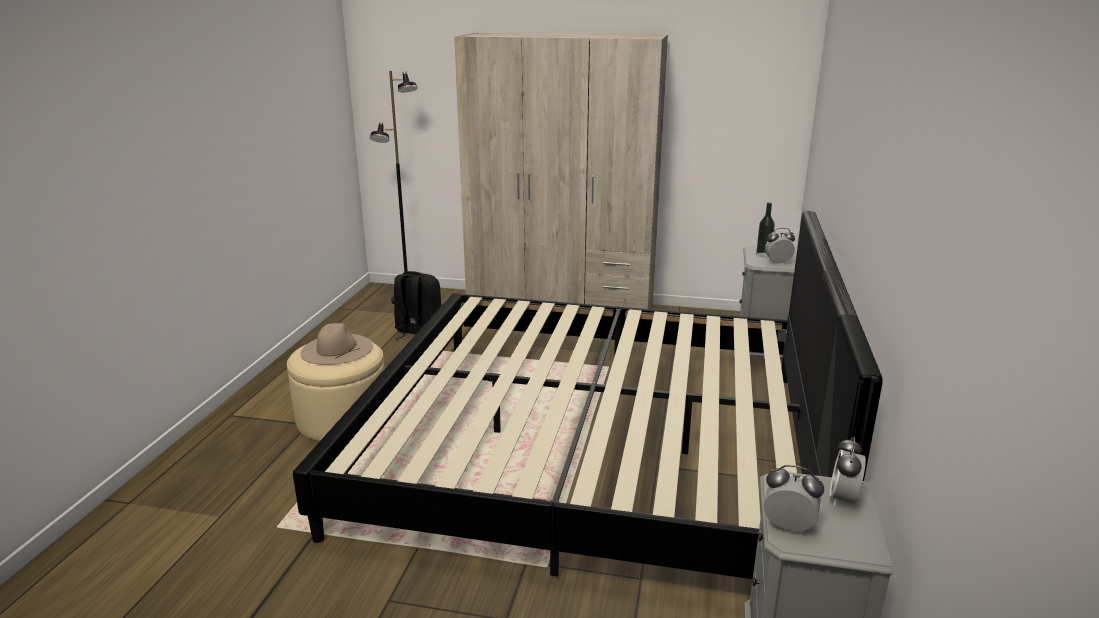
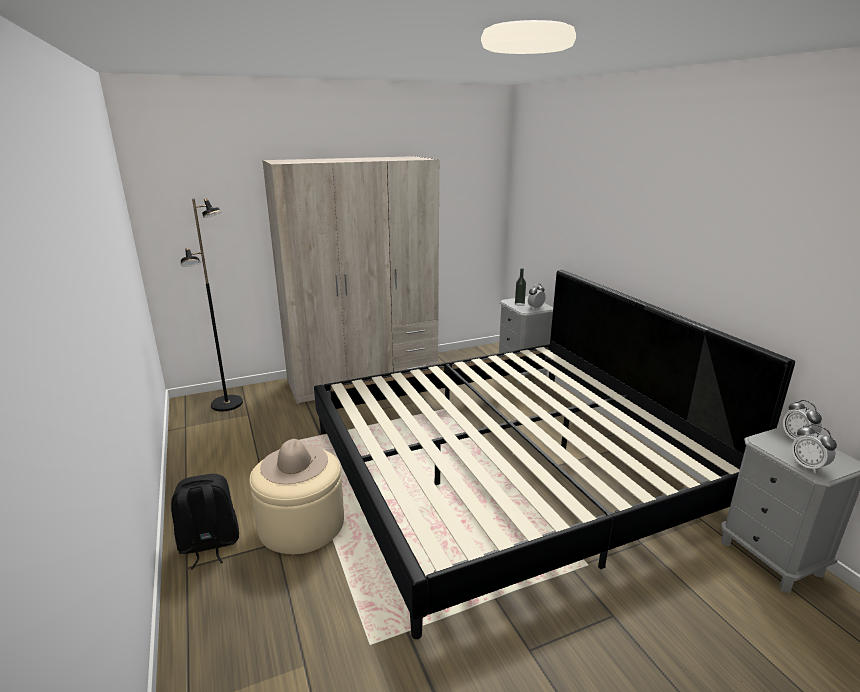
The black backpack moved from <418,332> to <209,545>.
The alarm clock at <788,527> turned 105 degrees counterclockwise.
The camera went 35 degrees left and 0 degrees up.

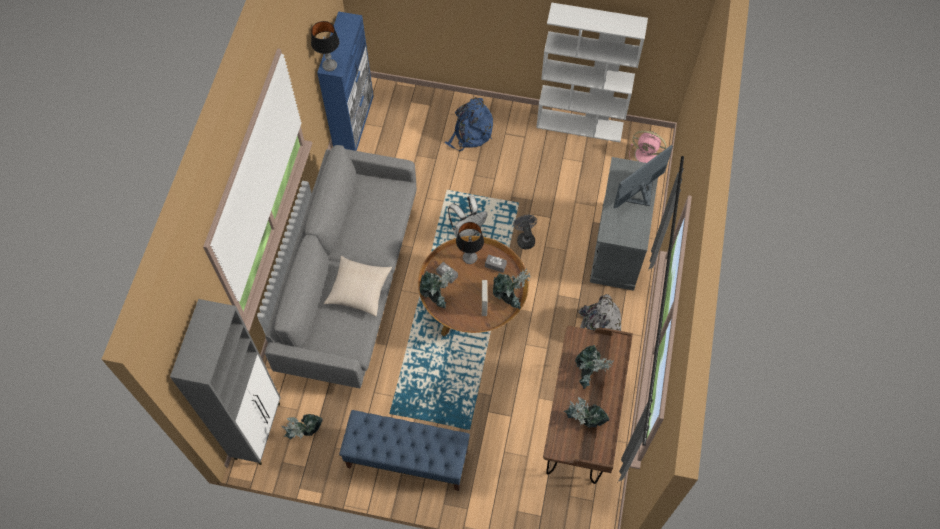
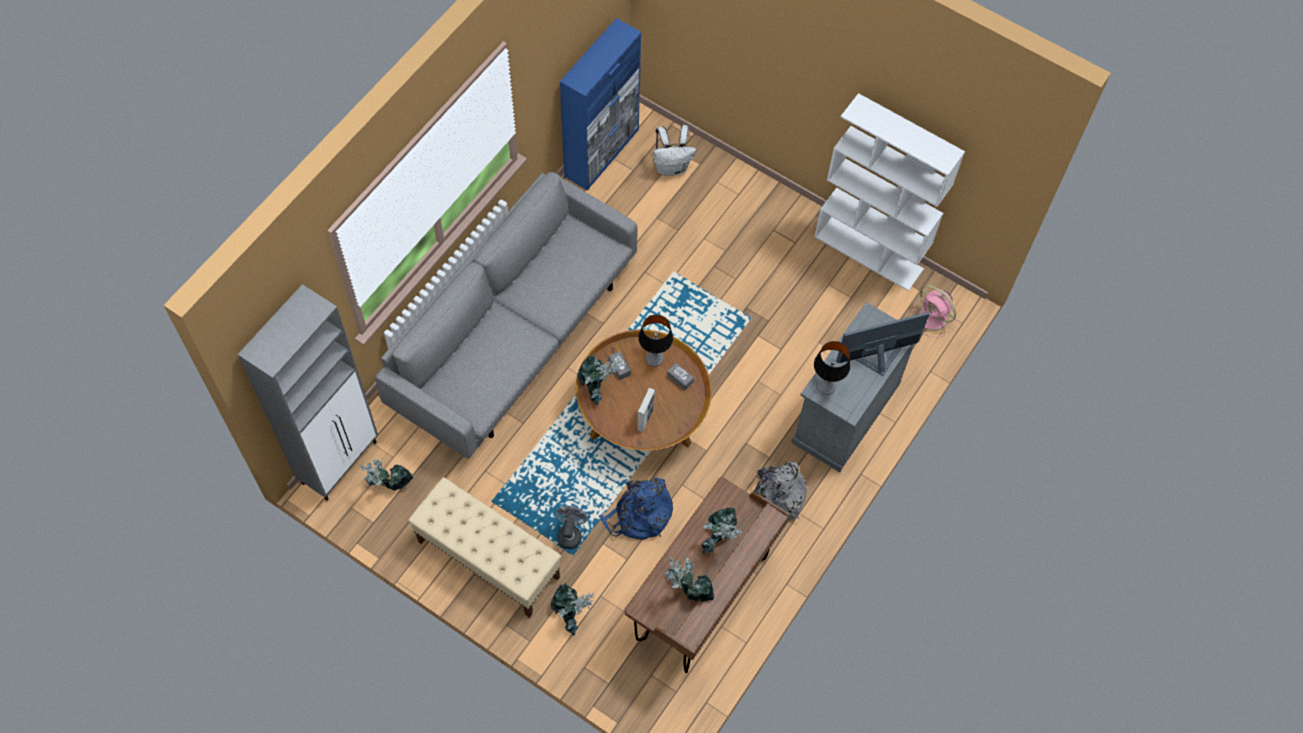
The table lamp moved from <329,65> to <826,386>.
The beige pillow at <359,290> disappeared.
The blue bench at <407,459> became the beige bench at <488,559>.
The blue backpack moved from <470,133> to <639,515>.
The white backpack moved from <467,231> to <672,167>.
The potted plant moved from <509,297> to <571,615>.
The grey fan moved from <525,238> to <570,533>.
The camera went 20 degrees right and 0 degrees up.

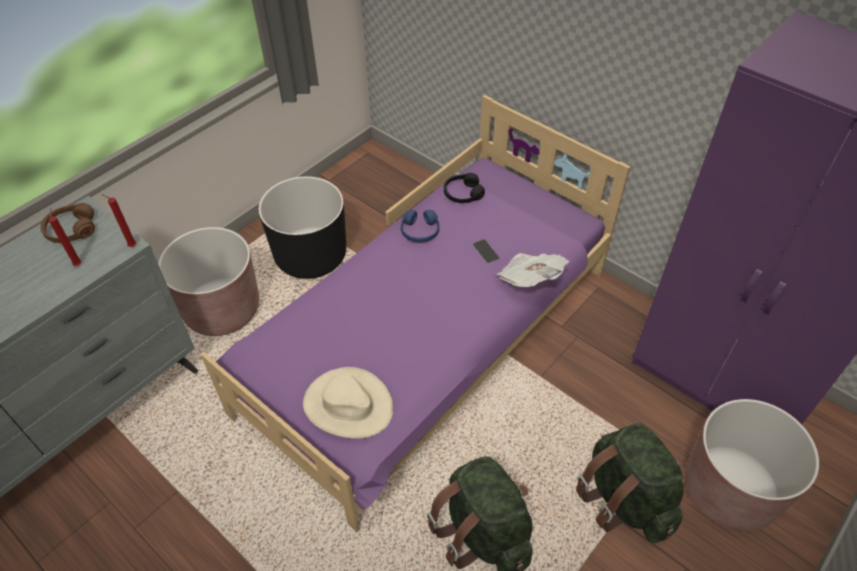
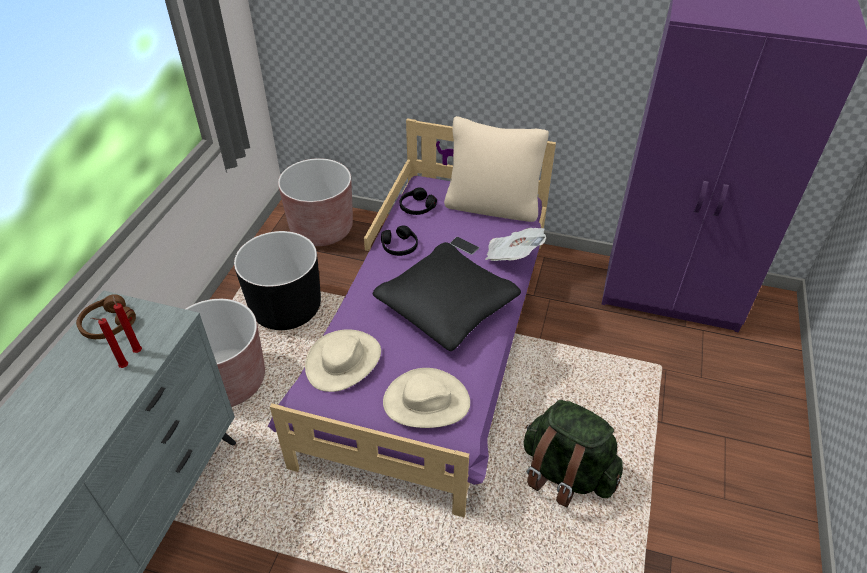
The red candle moved from <131,246> to <122,367>.
The blue headphones at <420,231> became the black headphones at <399,246>.
The green backpack at <625,499> disappeared.
The brown planter moved from <729,490> to <321,229>.
The beige hat at <344,361> appeared.
The black pillow at <447,307> appeared.
The beige pillow at <492,206> appeared.
The camera went 25 degrees left and 5 degrees down.

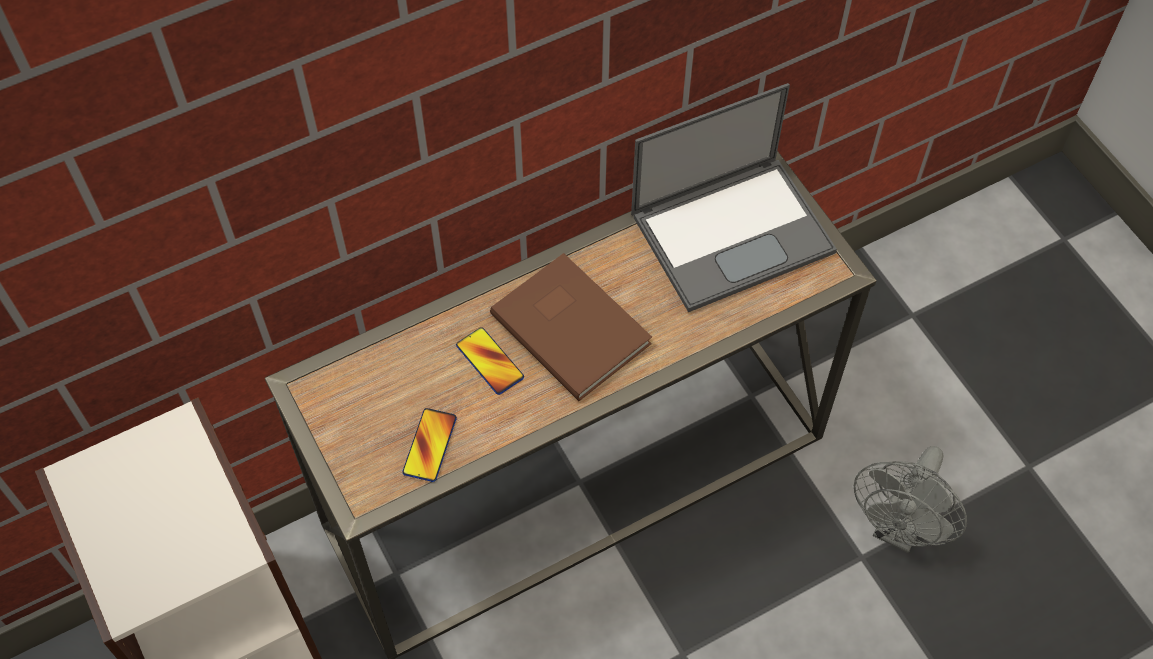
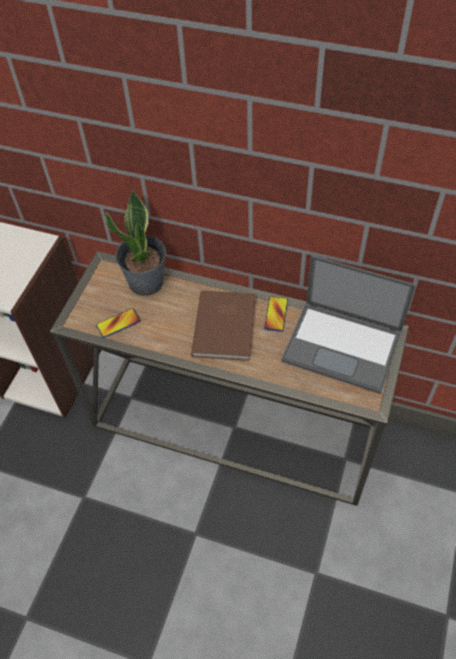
The phone moved from <490,361> to <276,314>.
The grey fan at <898,529> disappeared.
The potted plant at <146,282> appeared.
The camera went 50 degrees right and 5 degrees down.

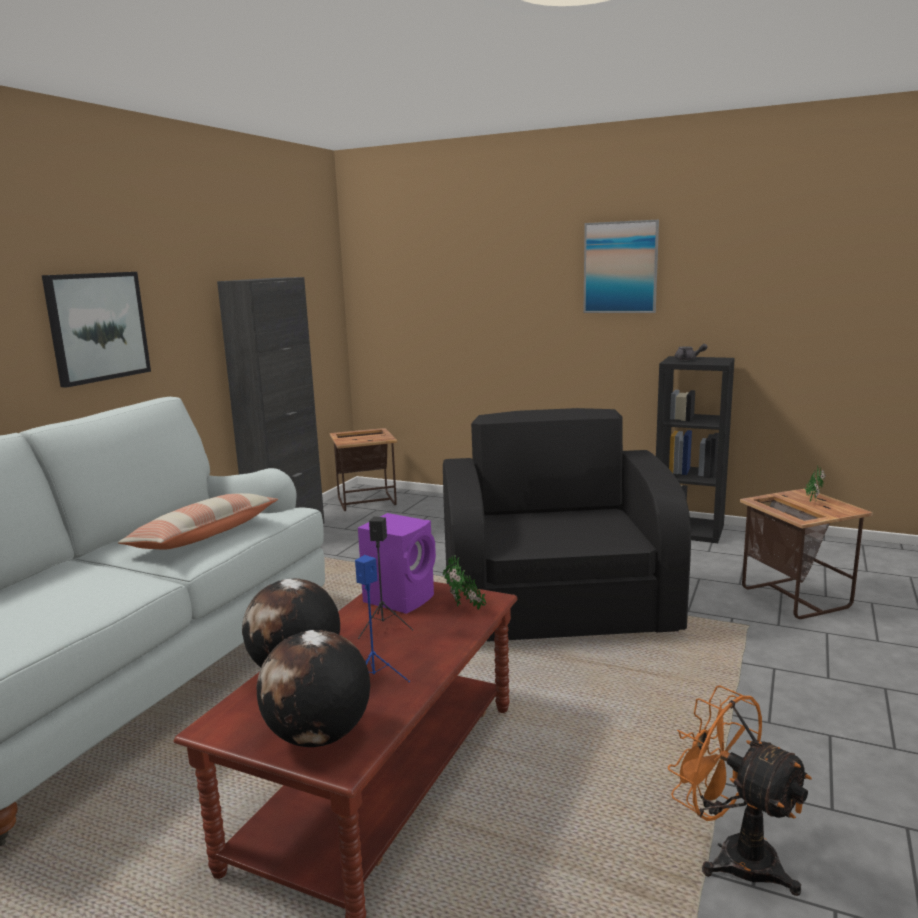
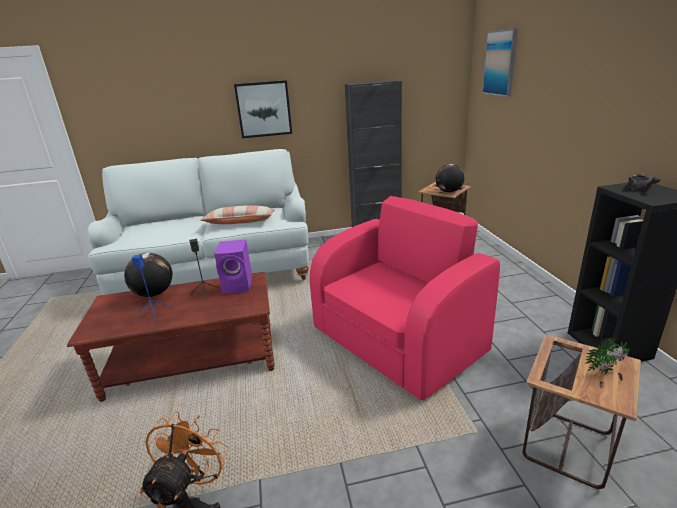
The globe moved from <318,737> to <449,192>.
The black armchair at <558,609> became the pink armchair at <398,341>.
The potted plant at <464,608> disappeared.
The picture moved from <620,267> to <500,63>.
The camera went 55 degrees right and 10 degrees up.

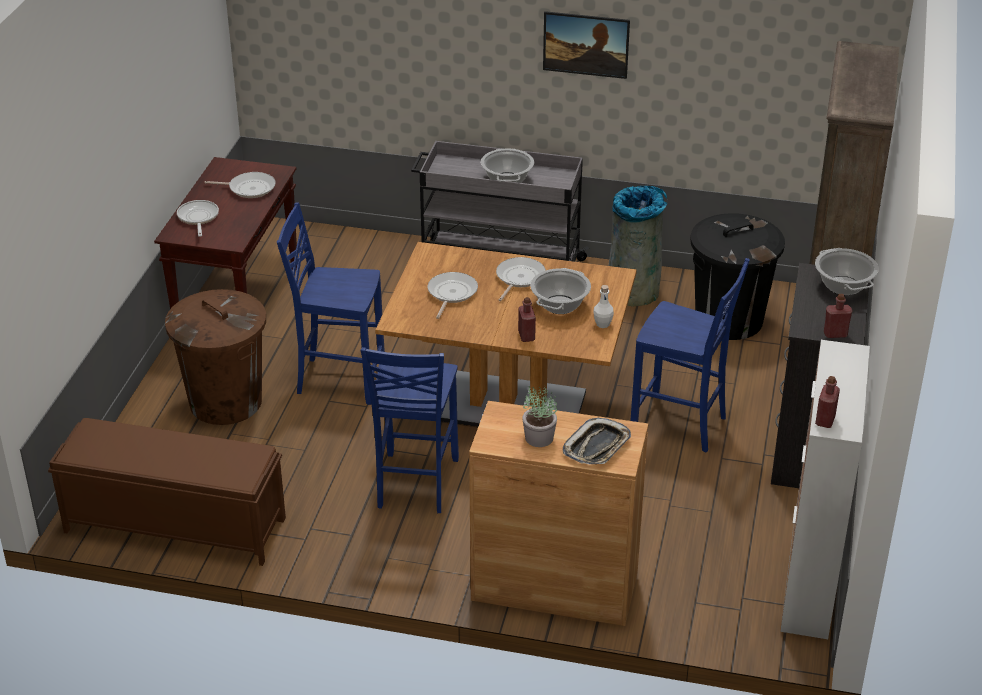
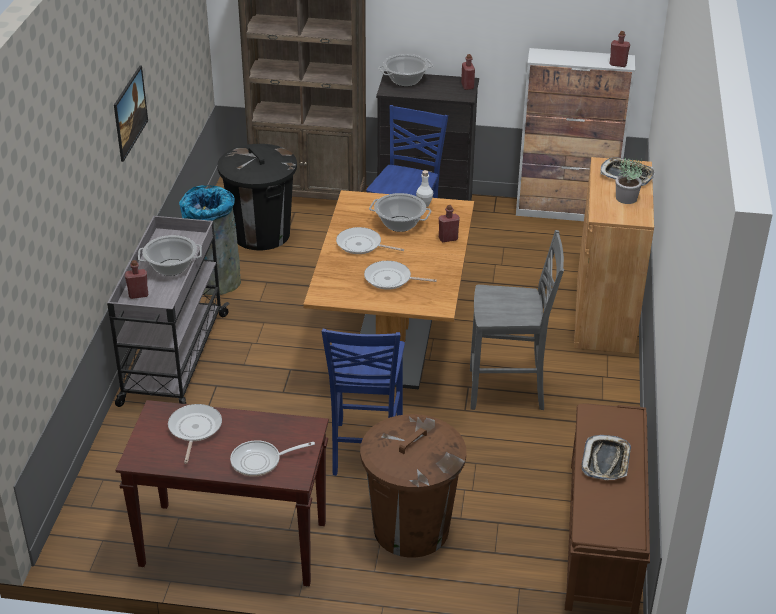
The blue chair at <415,484> became the grey chair at <508,391>.
The red bottle at <138,295> appeared.
The tray at <606,461> appeared.
The camera went 95 degrees left and 0 degrees up.

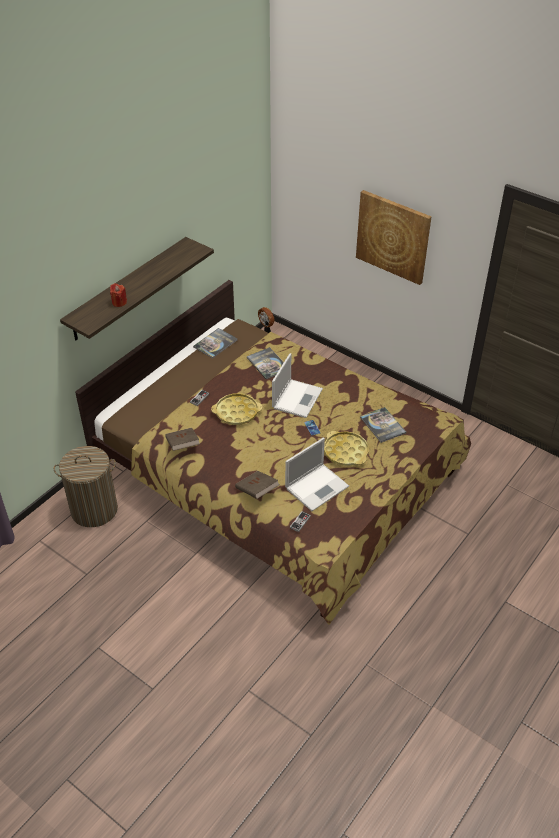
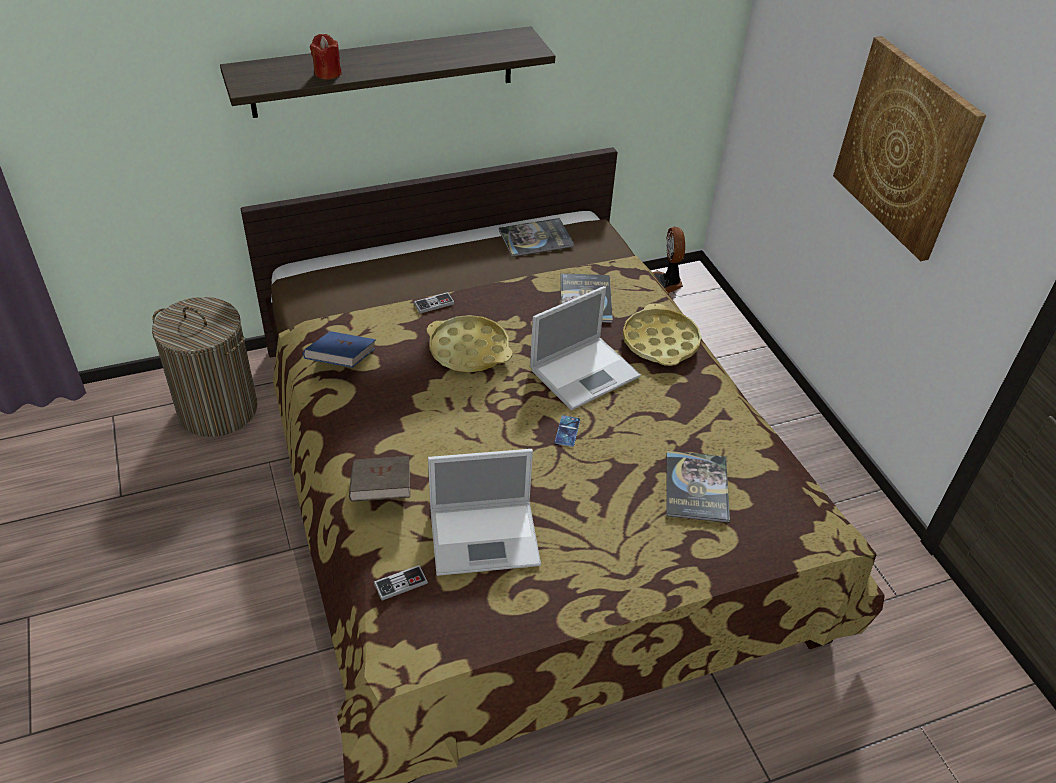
The brown book at <183,445> became the blue book at <341,361>.
The yellow tray moved from <345,452> to <660,342>.
The camera went 30 degrees right and 0 degrees up.

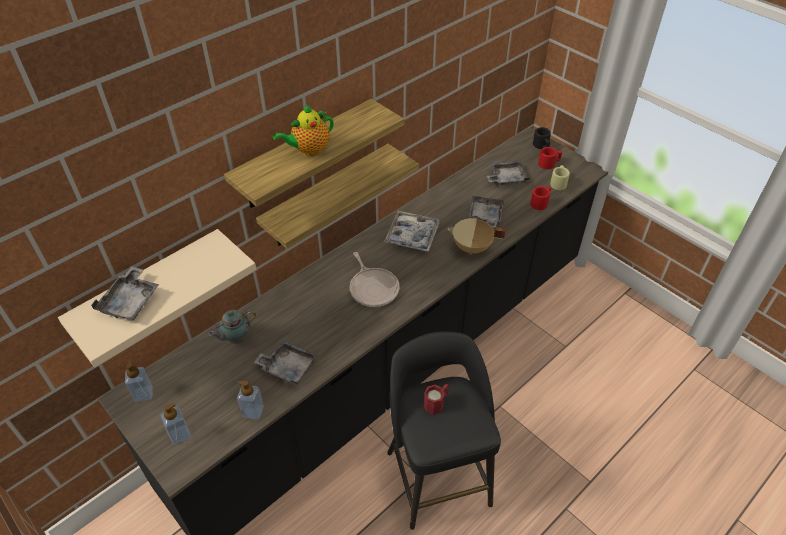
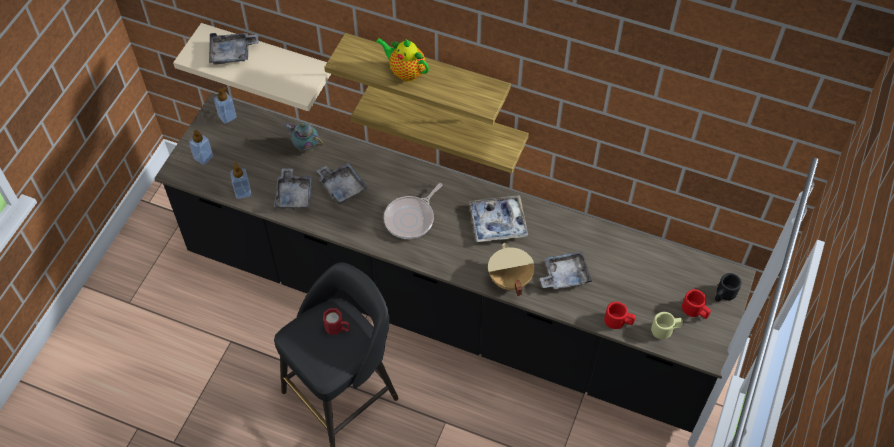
The grey tray moved from <506,178> to <342,187>.
The camera went 65 degrees right and 10 degrees up.

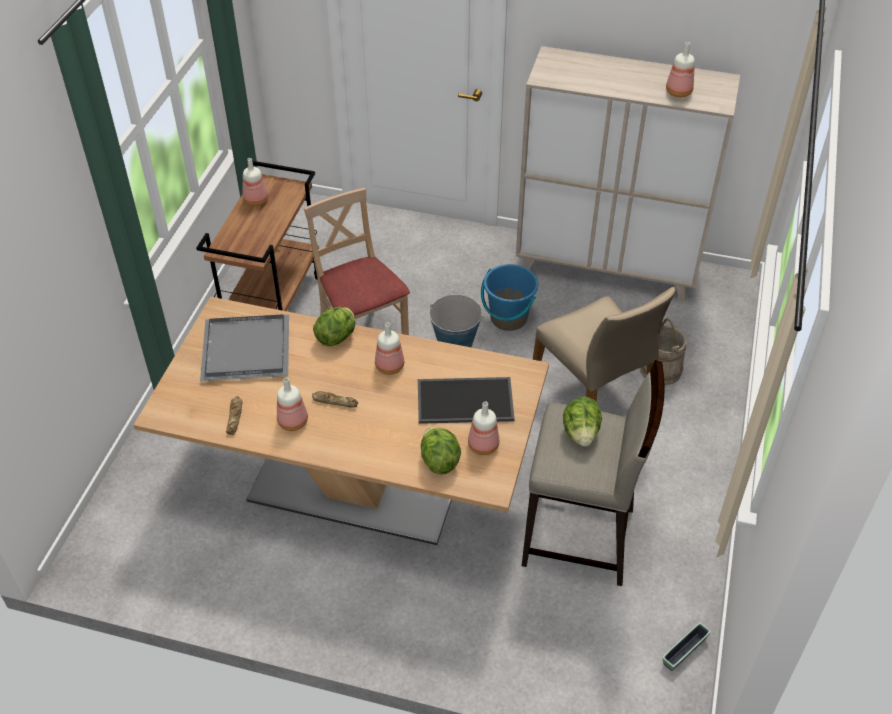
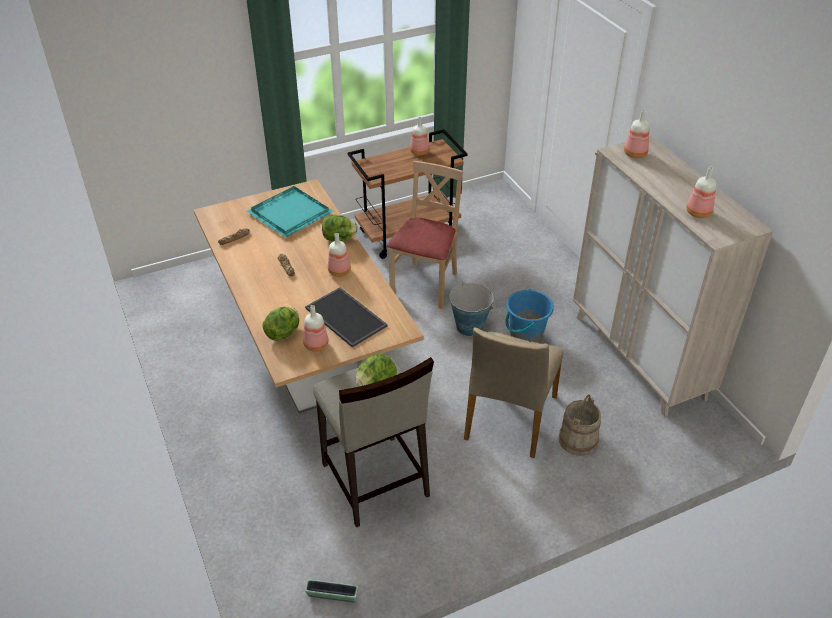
The grey tray at <244,348> became the turquoise tray at <290,212>.
The bottle moved from <294,421> to <636,154>.
The camera went 50 degrees right and 5 degrees down.

